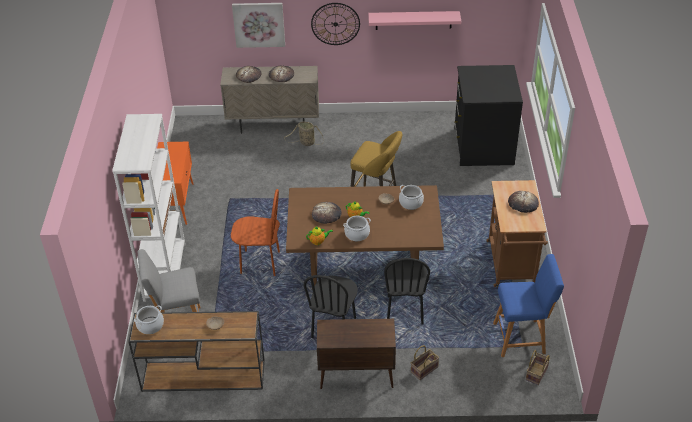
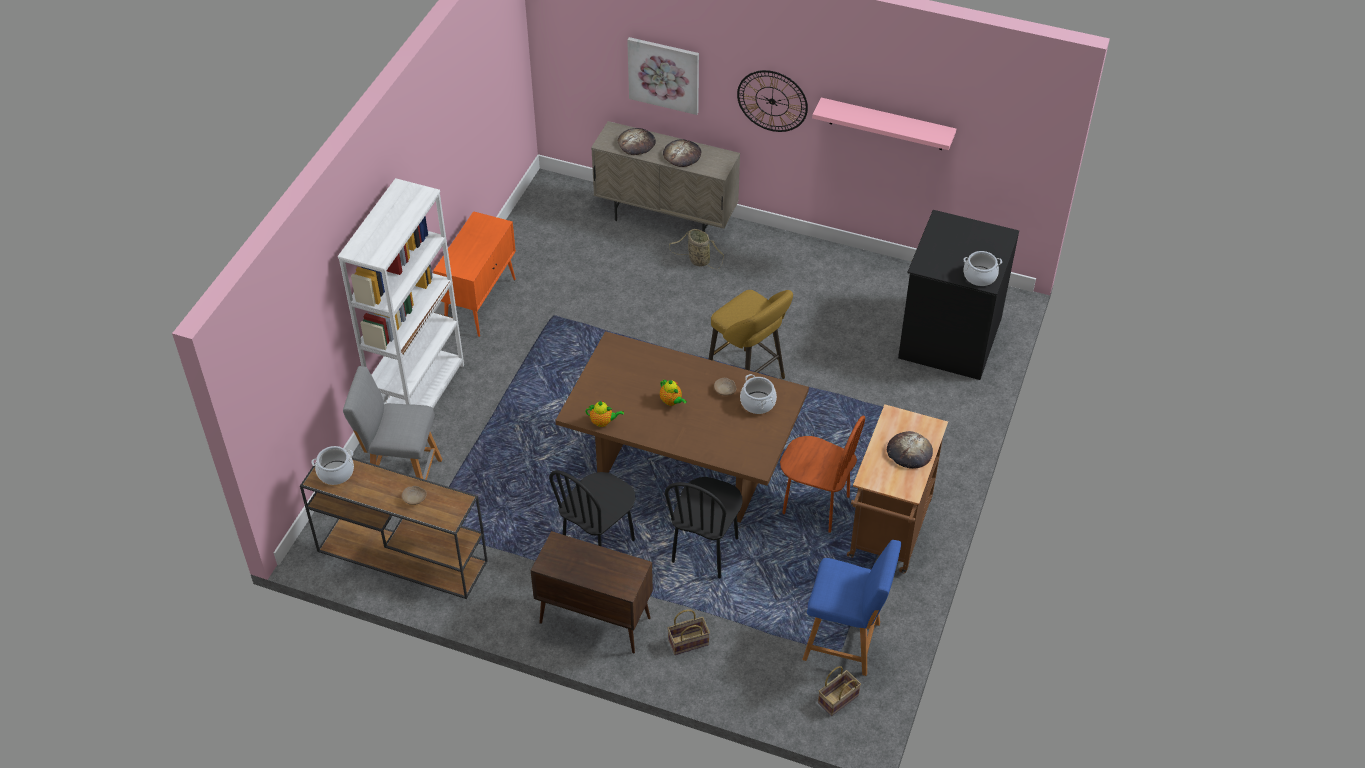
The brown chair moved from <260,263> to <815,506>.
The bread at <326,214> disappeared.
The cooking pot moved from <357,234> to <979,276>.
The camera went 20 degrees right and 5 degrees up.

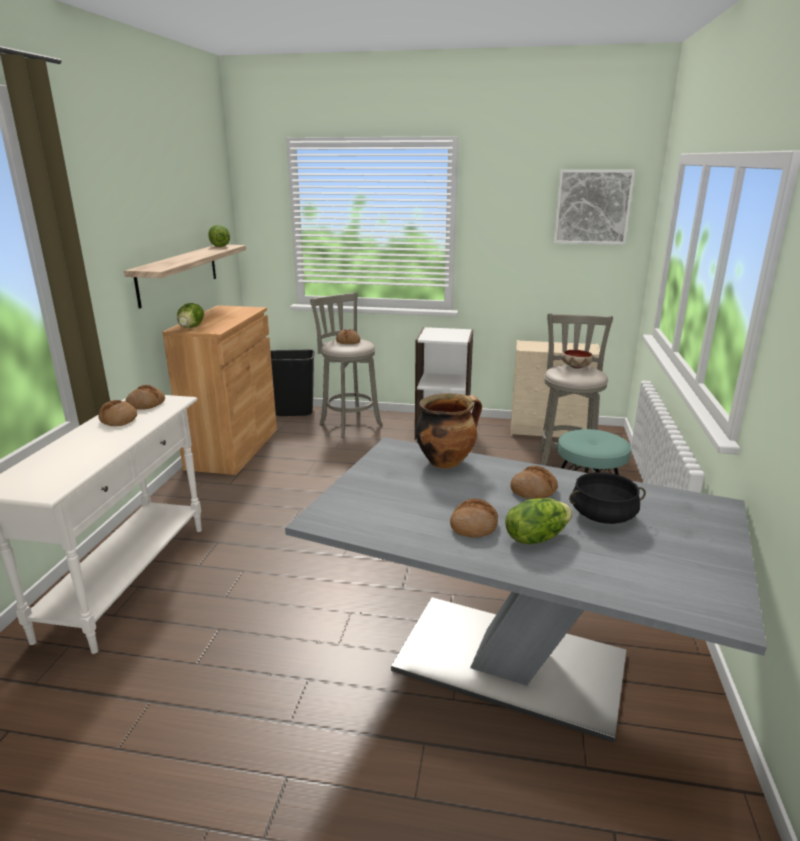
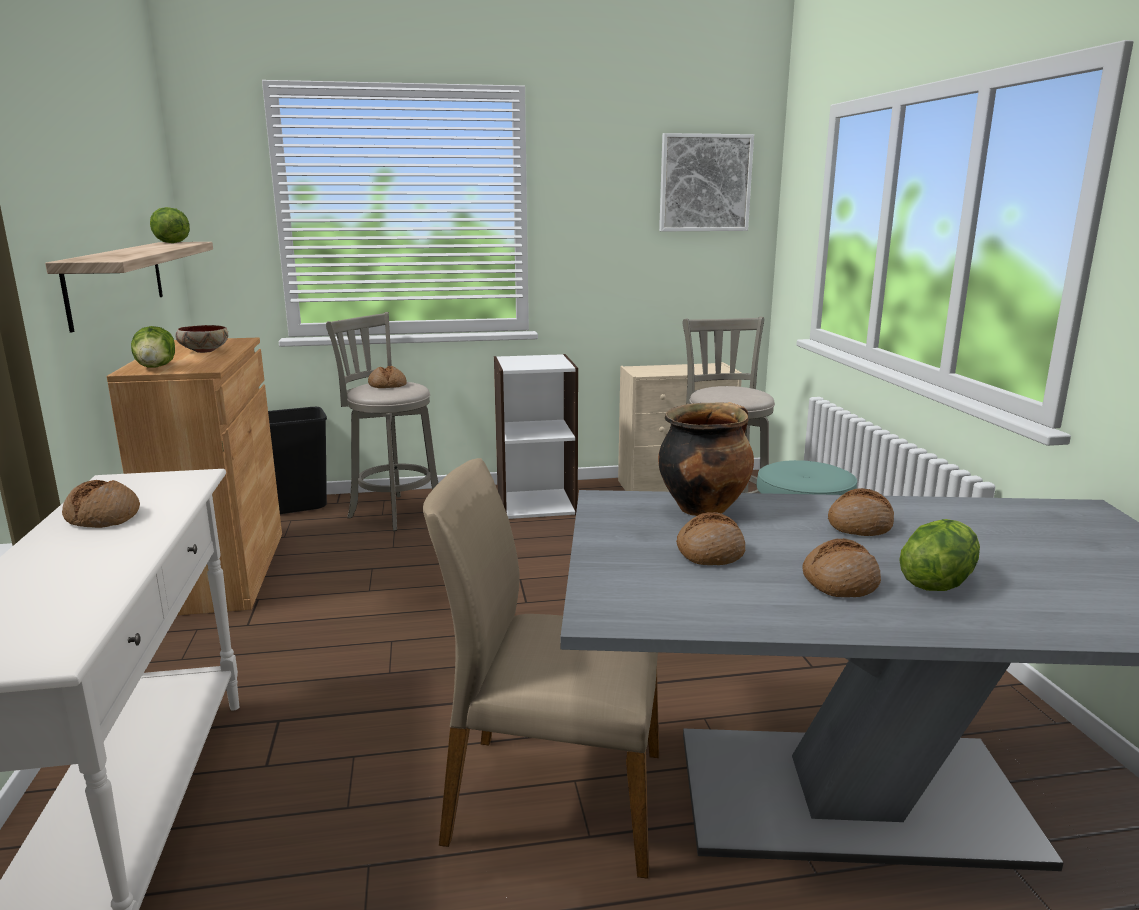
The bread moved from <146,404> to <710,552>.
The bowl moved from <575,367> to <203,351>.
The black cooking pot at <603,516> disappeared.
The beige chair at <553,797> appeared.
The camera went 20 degrees left and 5 degrees down.

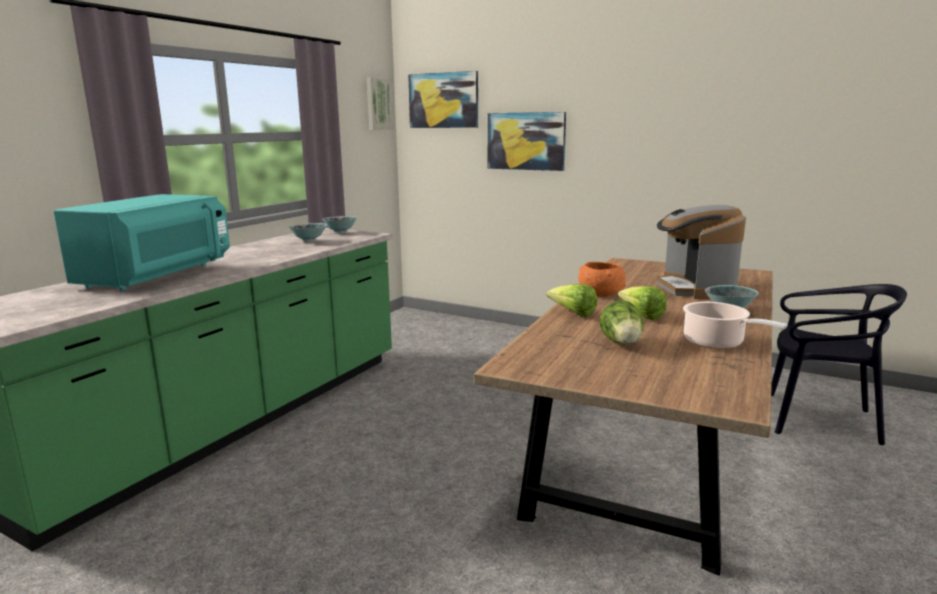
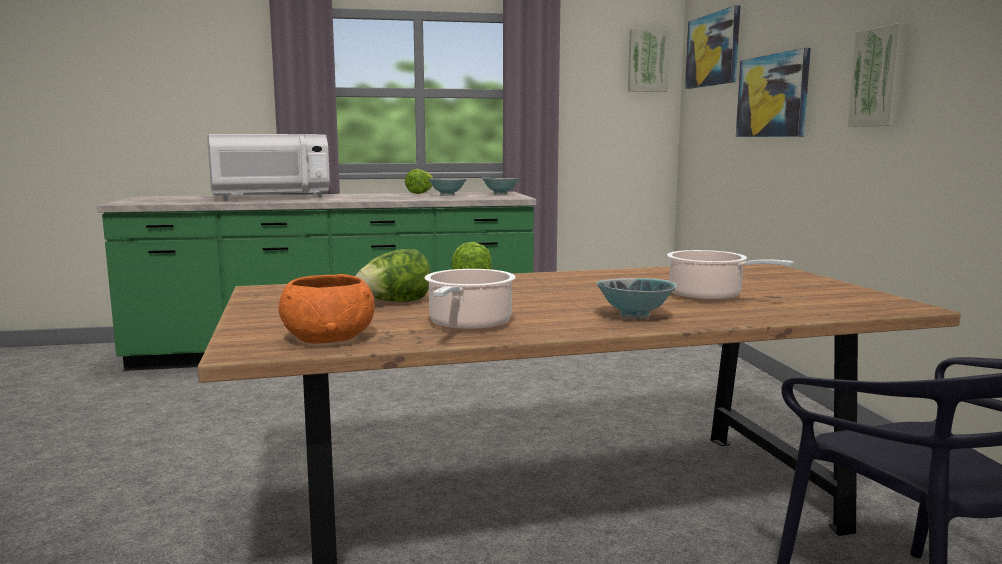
The turquoise microwave at <157,276> became the white microwave at <270,198>.
The orange bowl moved from <600,293> to <329,338>.
The lettuce moved from <642,316> to <421,193>.
The coffee machine at <695,289> was replaced by the cooking pot at <709,297>.
The picture at <880,77> appeared.
The camera went 50 degrees right and 5 degrees down.

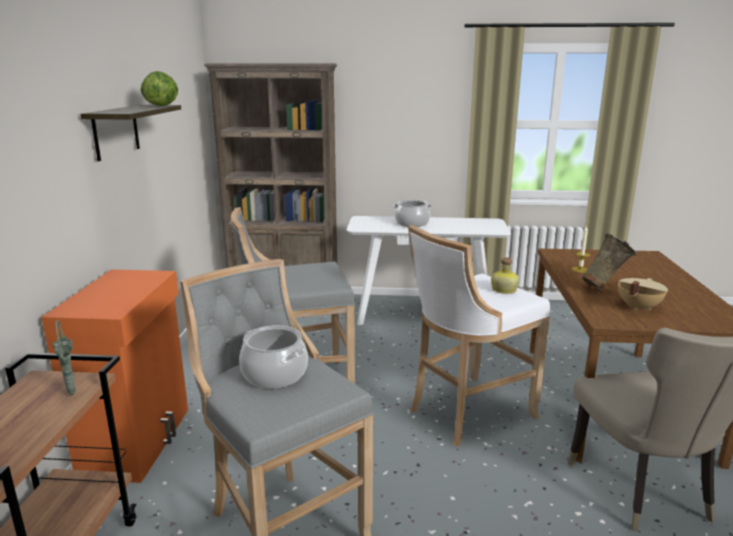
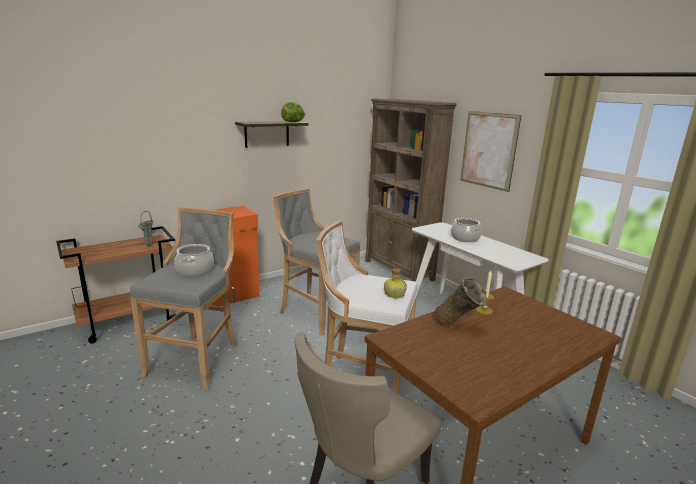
The beige cooking pot at <637,307> disappeared.
The picture at <488,150> appeared.
The camera went 50 degrees right and 0 degrees up.

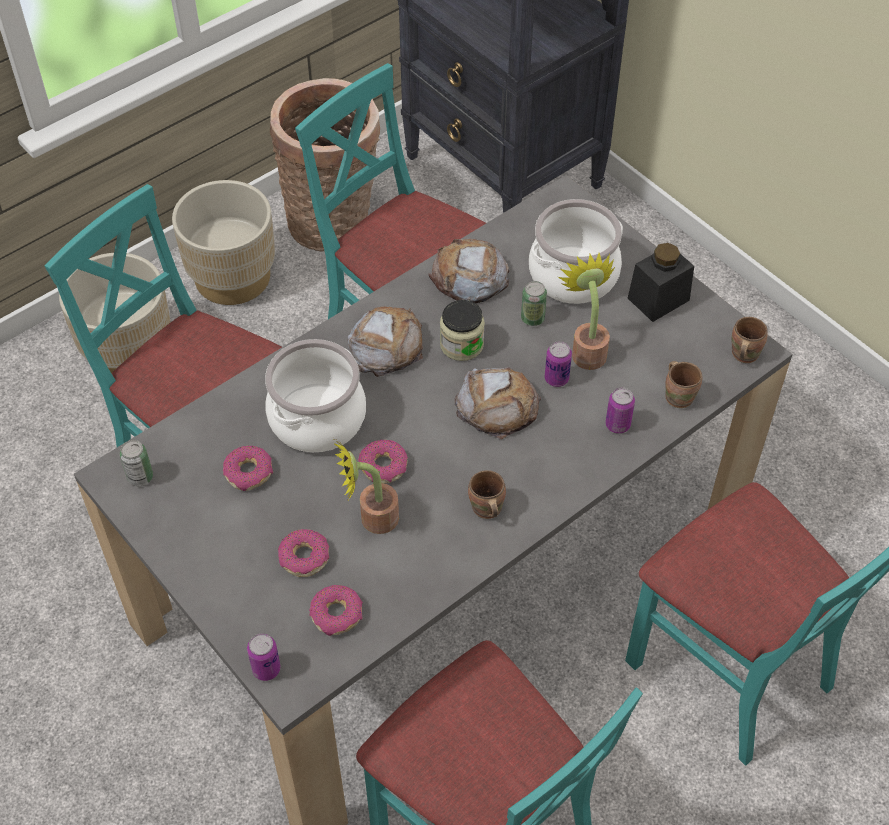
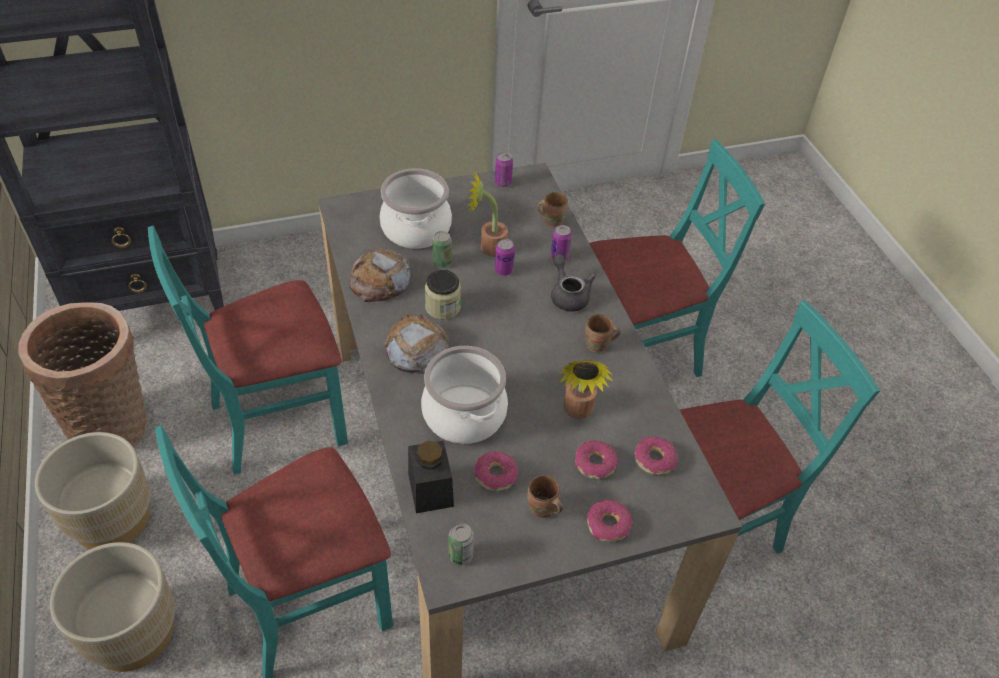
The can moved from <266,669> to <503,183>.
The donut moved from <383,467> to <608,525>.
The bread at <498,406> disappeared.
The black jar moved from <658,299> to <430,489>.
The brown mug moved from <742,354> to <542,510>.
The grey teapot at <568,295> appeared.
The camera went 70 degrees left and 5 degrees down.

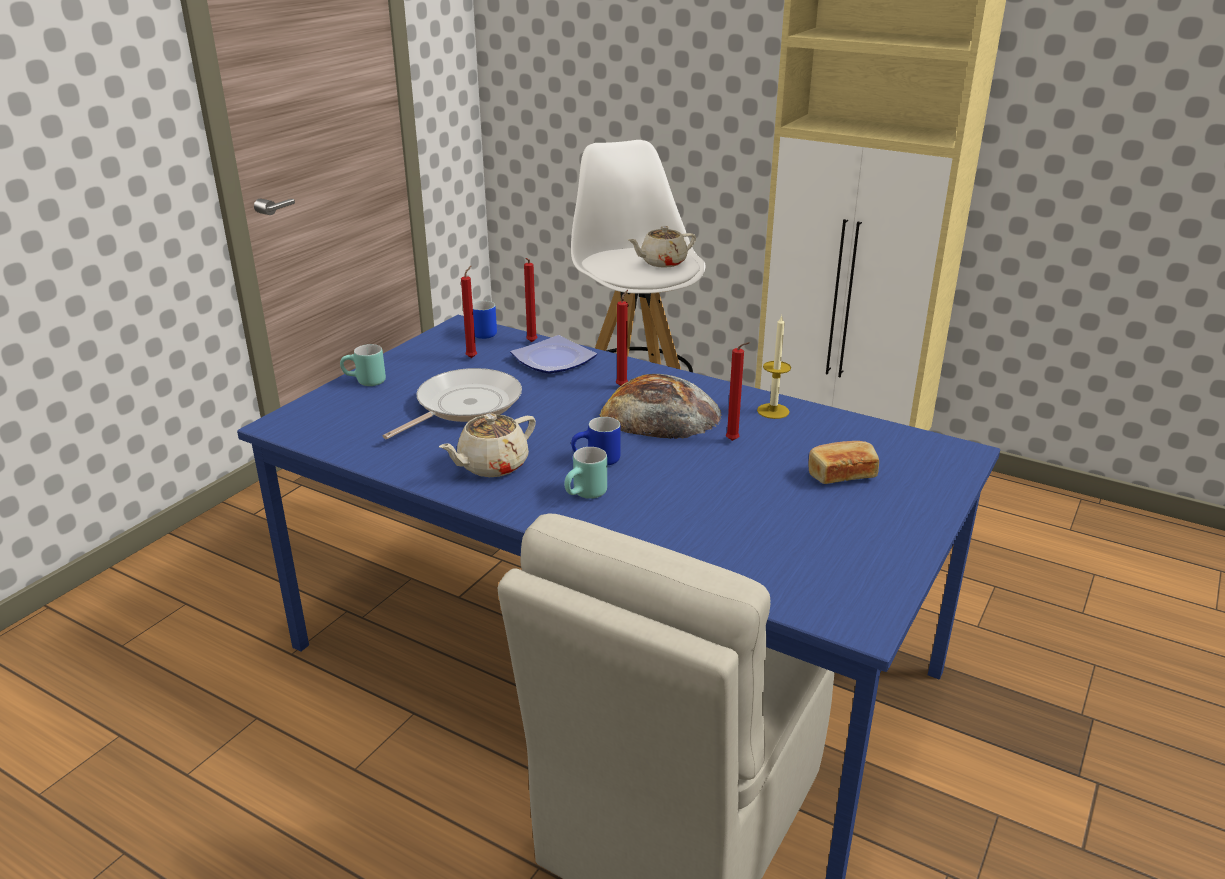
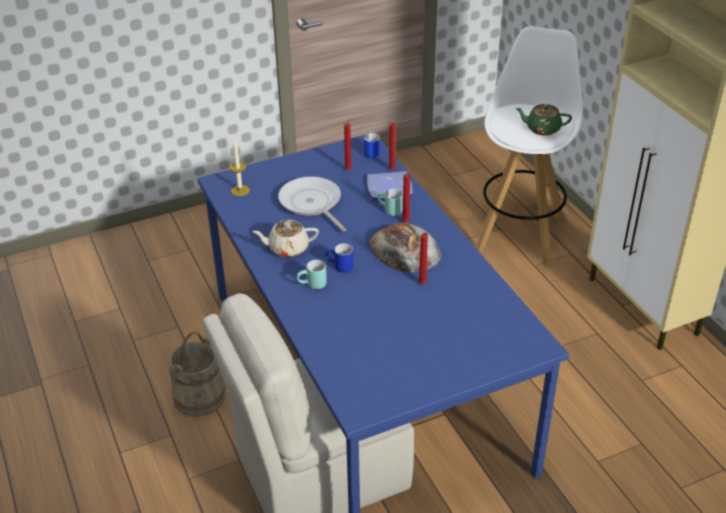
The turquoise mug moved from <364,382> to <389,211>.
The frying pan at <464,406> turned 105 degrees counterclockwise.
The beige teapot at <662,262> became the green teapot at <542,129>.
The candle moved from <773,411> to <240,190>.
The bread at <841,474> disappeared.
The beige bucket at <199,396> appeared.
The camera went 35 degrees right and 10 degrees up.

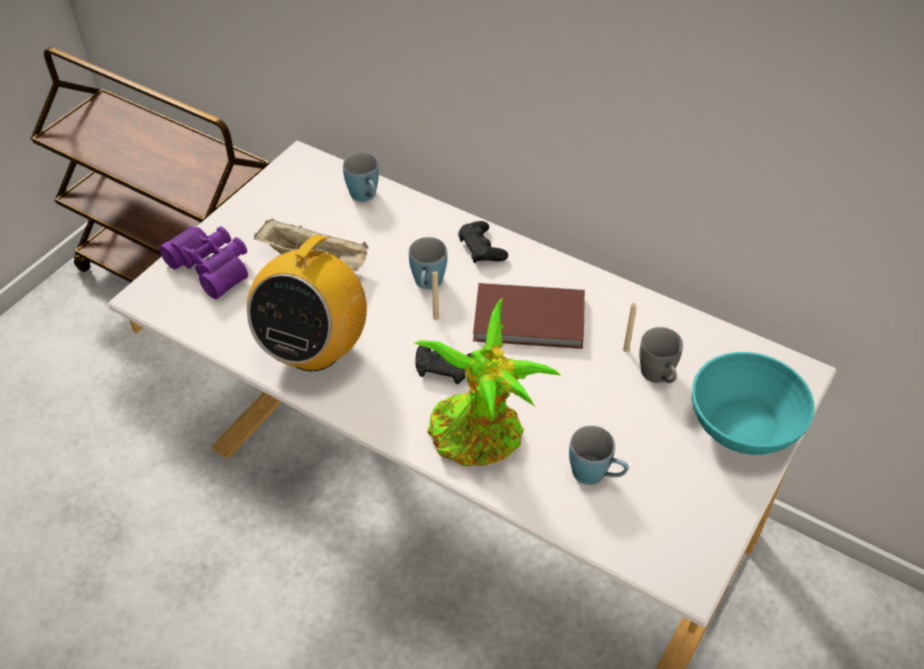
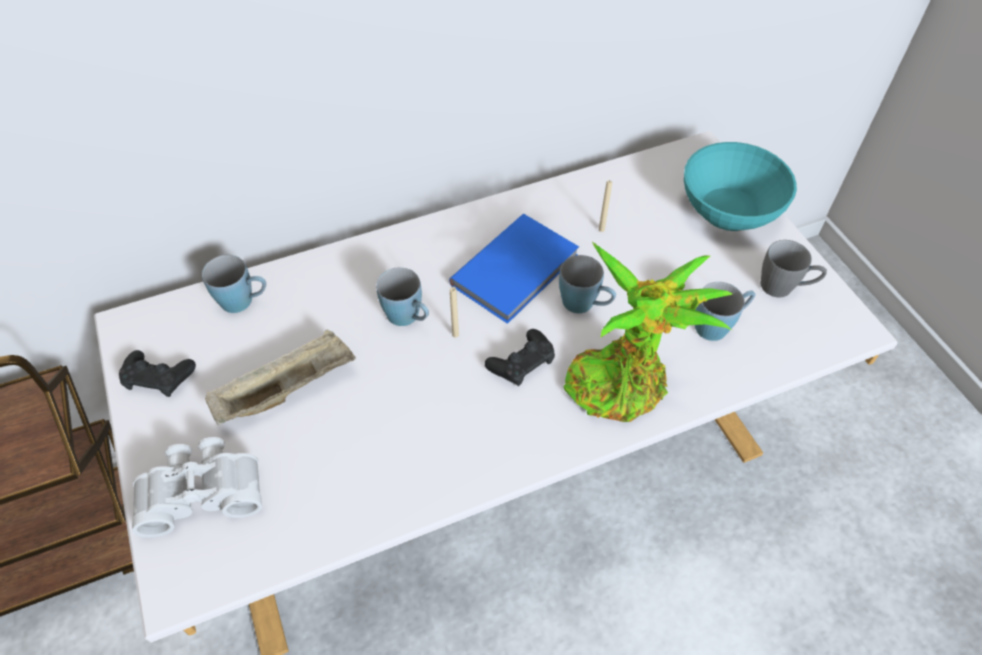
The purple binoculars at <213,266> became the white binoculars at <202,490>.
The radio at <314,349> disappeared.
The black game controller moved from <481,248> to <158,377>.
The brown book at <530,321> became the blue book at <518,270>.
The grey mug moved from <659,377> to <784,287>.
The blue mug at <585,304> appeared.
The camera went 55 degrees left and 5 degrees up.

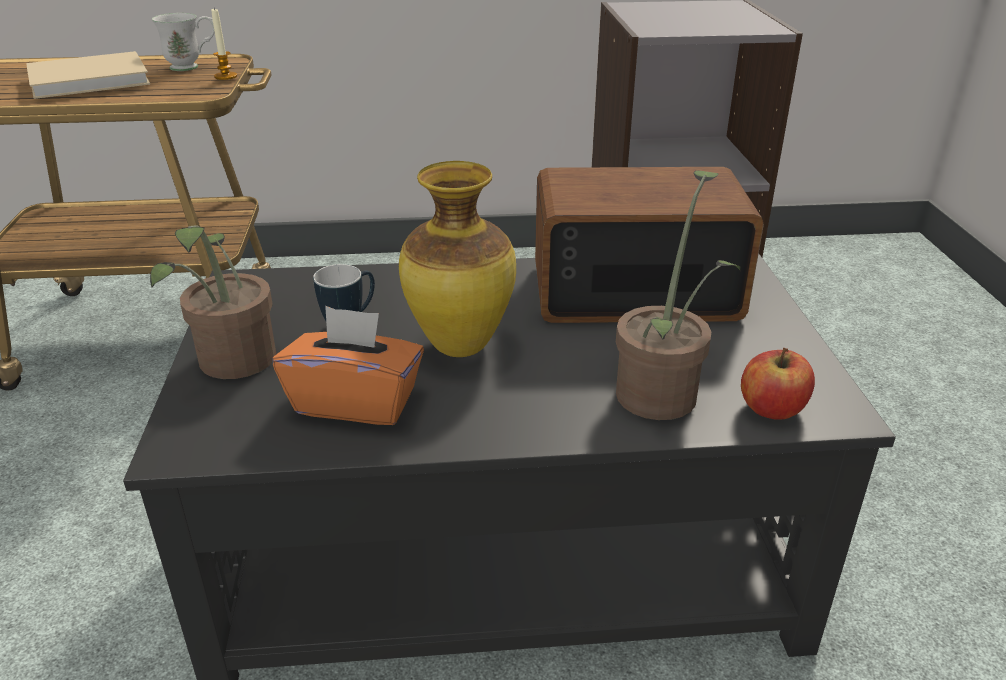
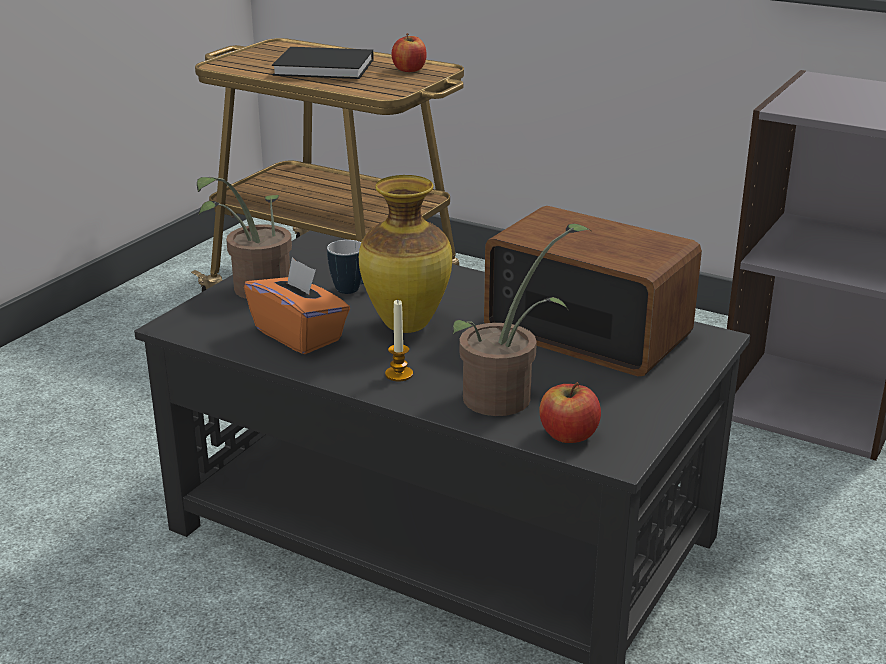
The beige book at <93,79> became the black book at <327,67>.
The white mug at <192,67> was replaced by the apple at <409,70>.
The candle moved from <225,76> to <399,374>.
The camera went 35 degrees right and 5 degrees down.

